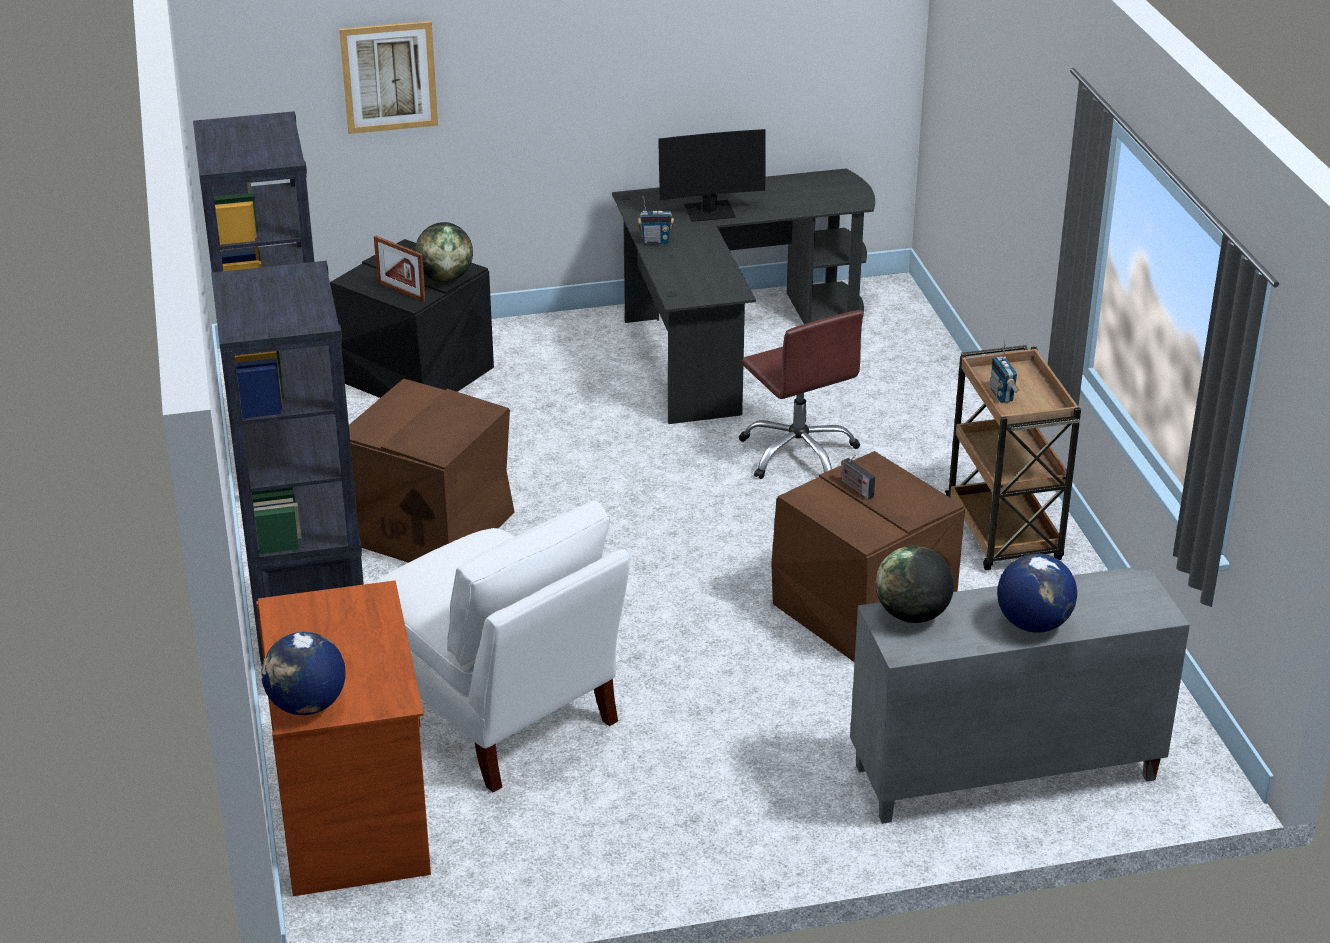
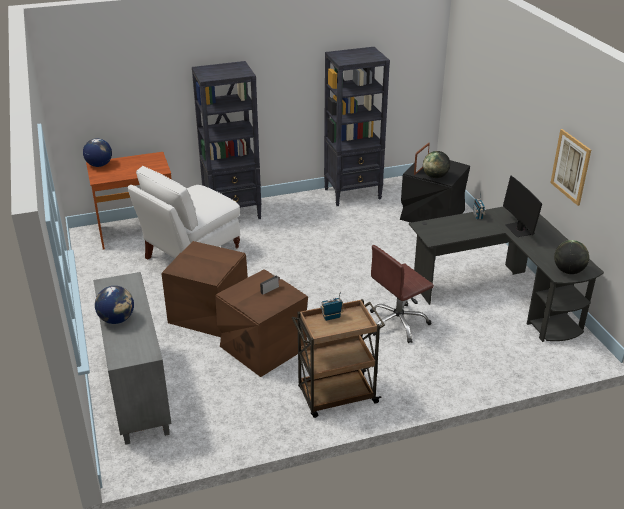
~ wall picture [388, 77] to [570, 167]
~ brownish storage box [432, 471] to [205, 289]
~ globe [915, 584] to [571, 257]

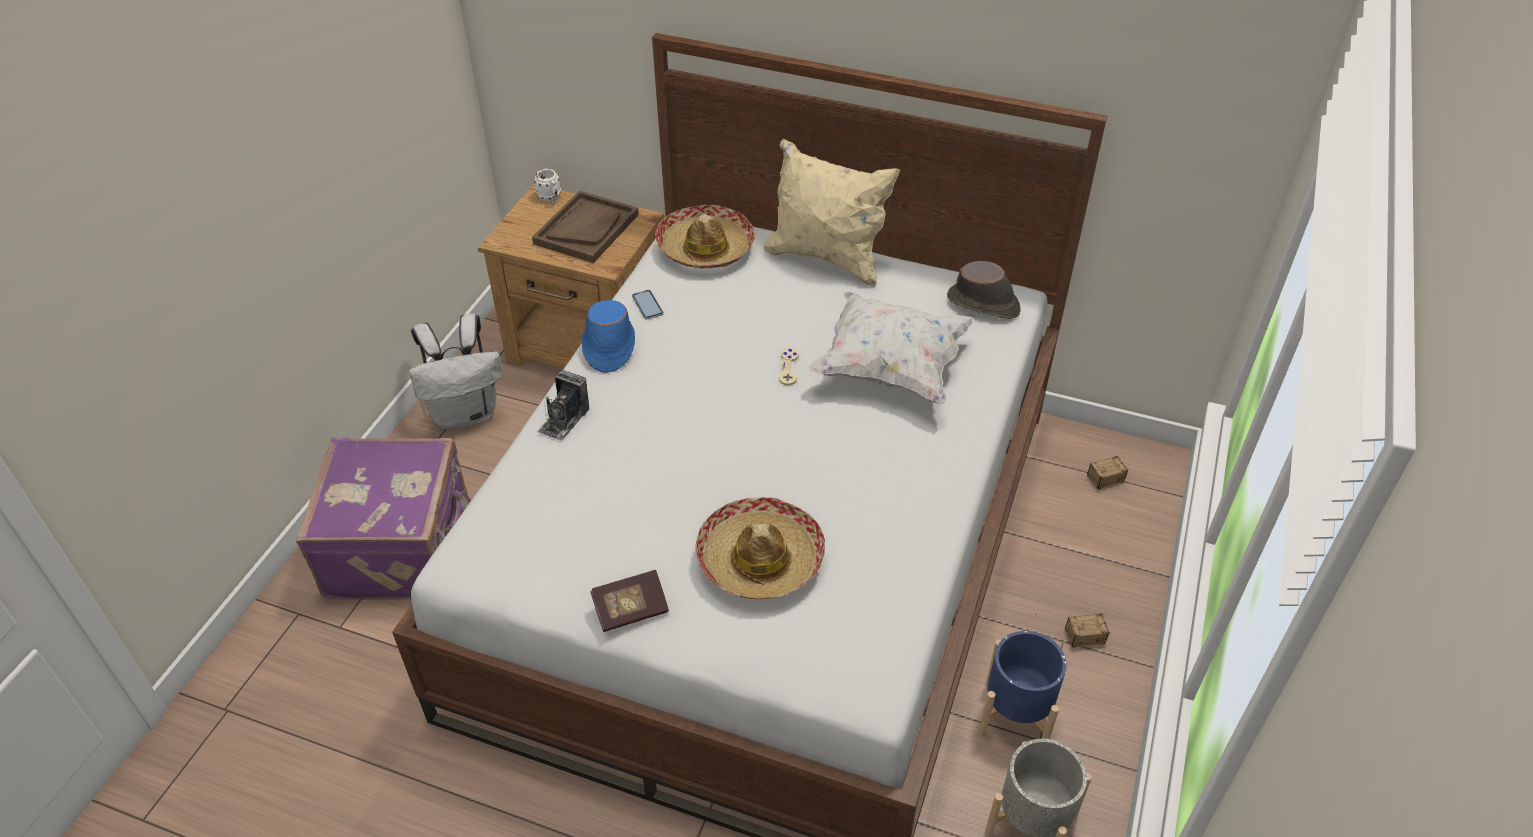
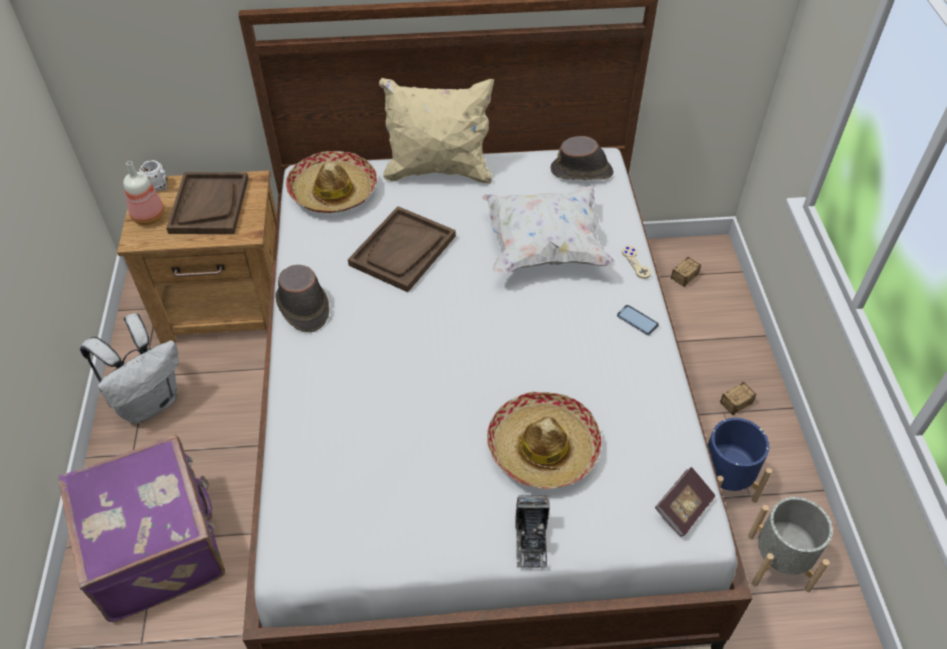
~ still camera [563, 405] to [532, 531]
~ blue hat [608, 336] to brownish hat [302, 298]
~ bound book [629, 601] to [685, 502]
~ handset [648, 304] to [638, 320]
~ beige-coloured joypad [789, 366] to [637, 262]
+ drink bottle [143, 193]
+ brownish tray [402, 249]

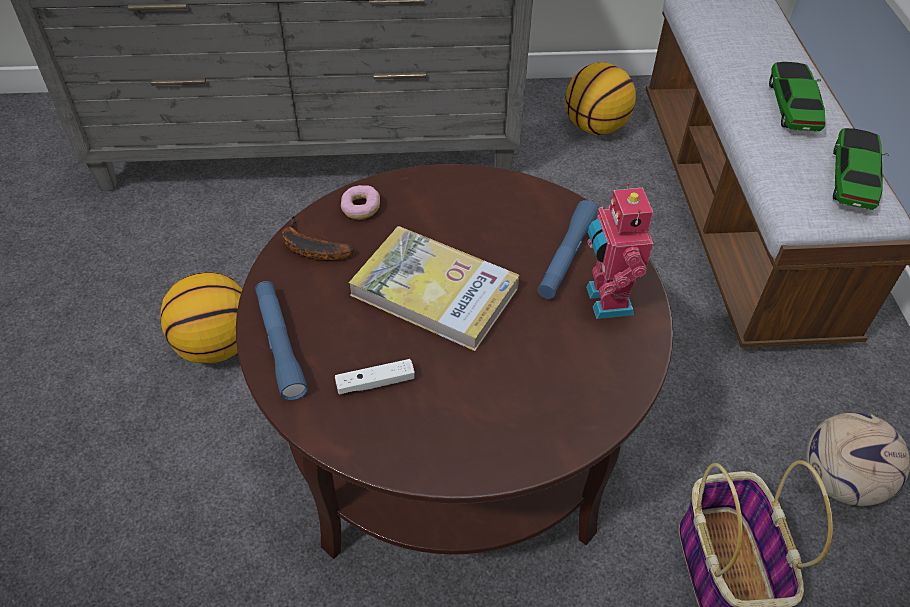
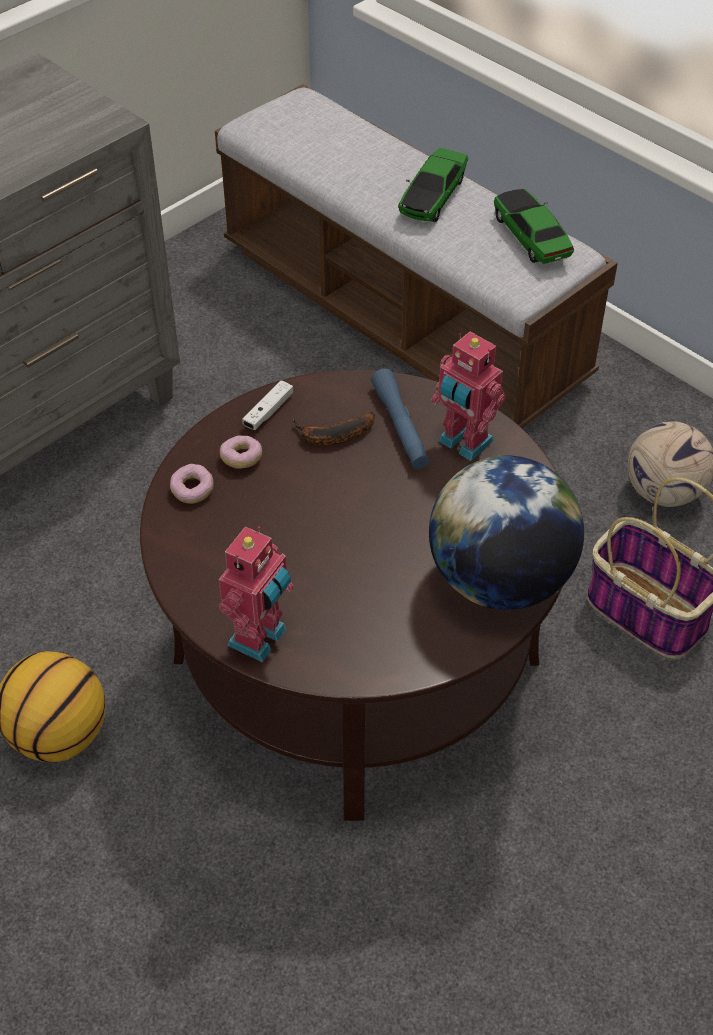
~ blue flashlight [281, 341] to toy robot [256, 594]
~ banana fruit [318, 238] to [334, 428]
~ whitish joypad [375, 377] to [267, 405]
- bound book [434, 288]
- ball for basketball [600, 99]
~ model car [797, 97] = [433, 185] 120 degrees counterclockwise
+ doughnut [241, 452]
+ globe [506, 532]

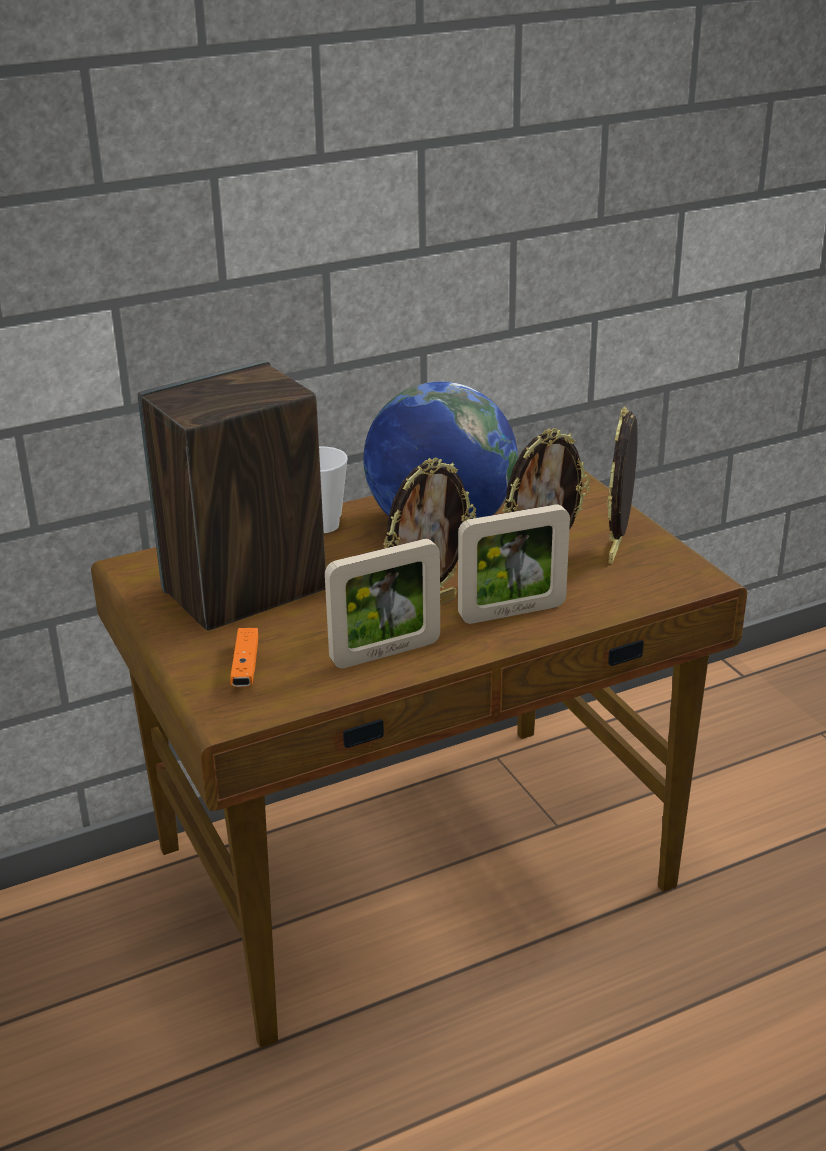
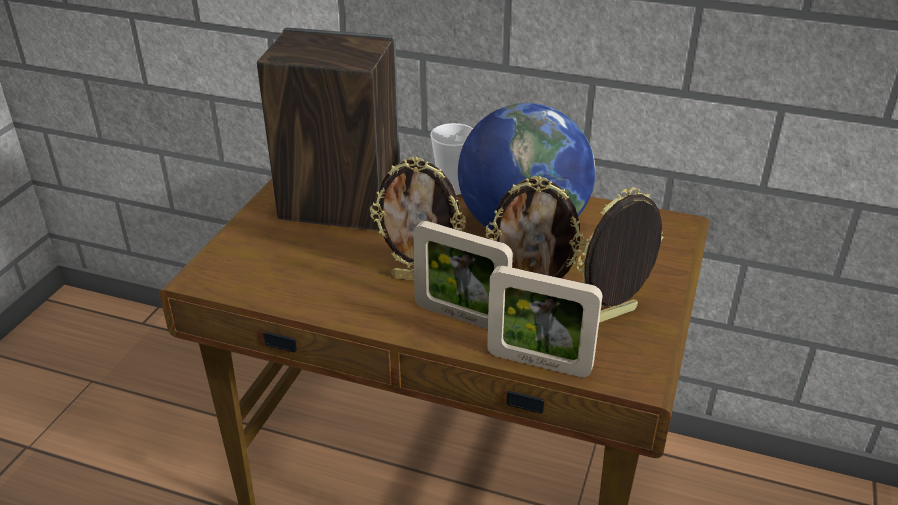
- orange joypad [244, 657]
~ standing frame [382, 603] to [544, 322]

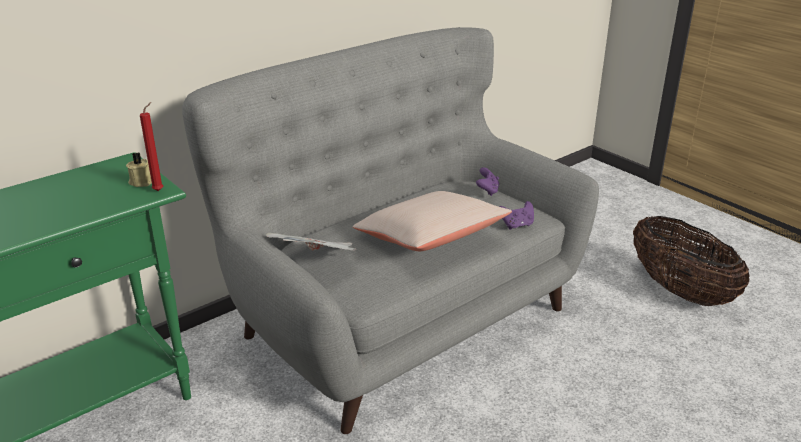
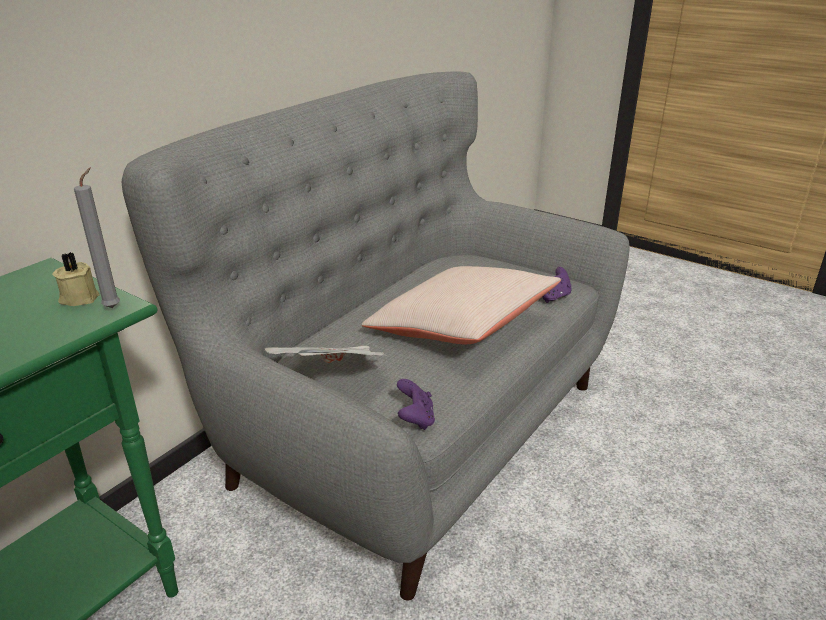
~ red-coloured wax candle [151, 146] to greyish wax candle [97, 238]
~ purplish joypad [487, 181] to [416, 404]
- household basket [691, 261]

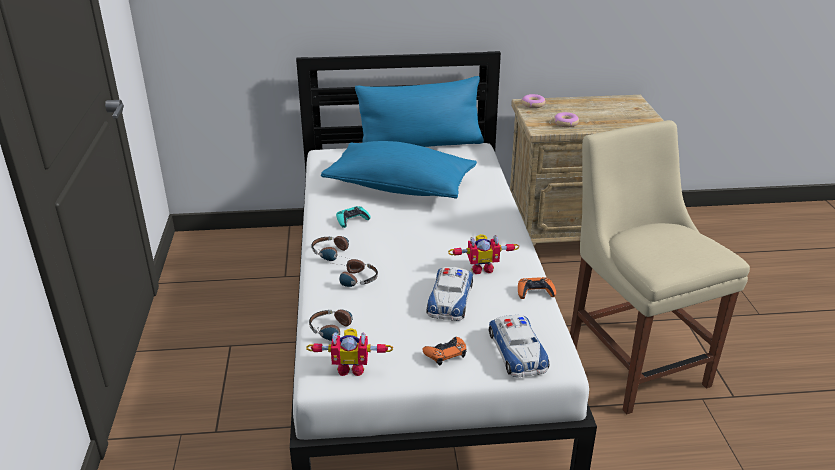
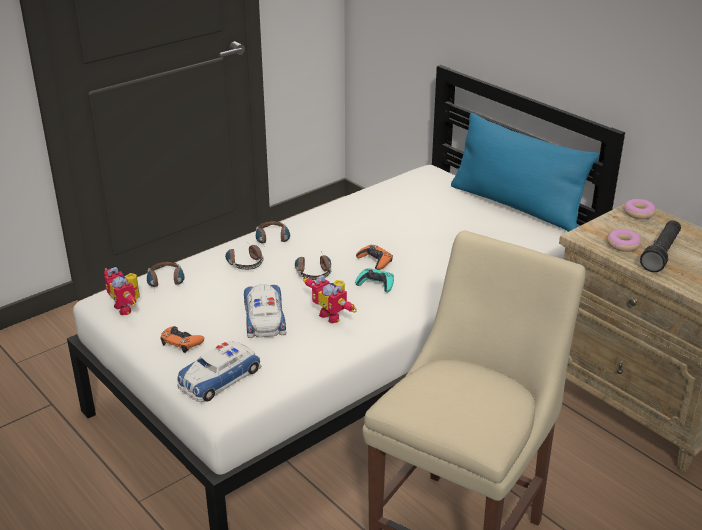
- blue pillow [399, 170]
~ turquoise-coloured joypad [353, 217] to [374, 280]
~ model car [450, 294] = [265, 311] 105 degrees clockwise
~ orange joypad [537, 288] to [374, 257]
+ headset [313, 265]
+ blackish flashlight [660, 246]

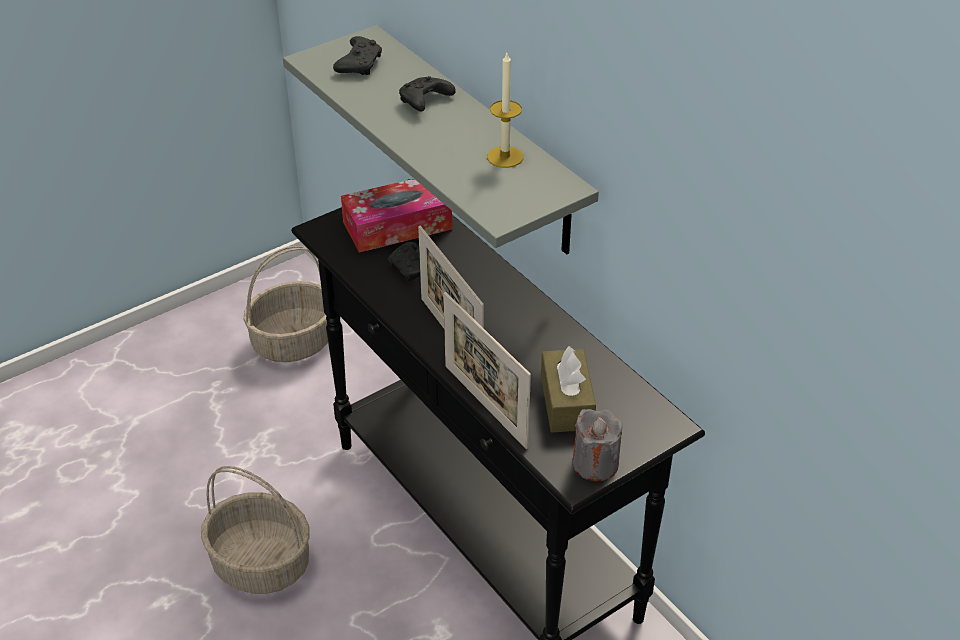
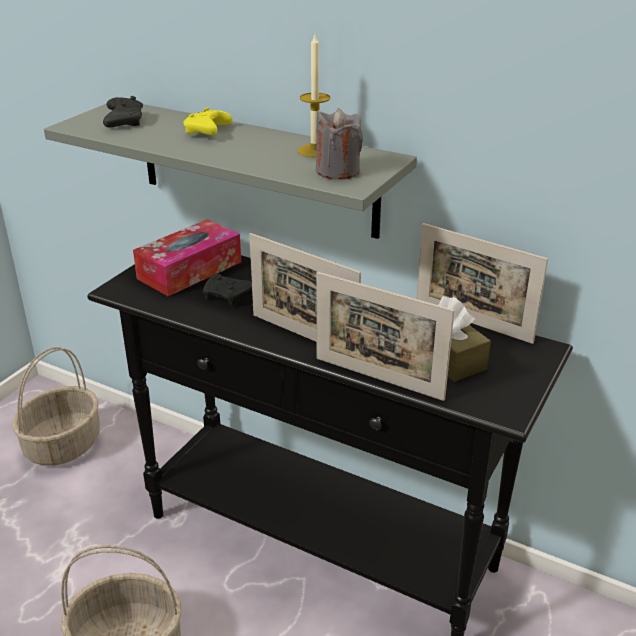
~ blackish joypad [427, 94] to yellowish joypad [208, 121]
~ greyish wax candle [597, 445] to [339, 144]
+ standing frame [482, 283]

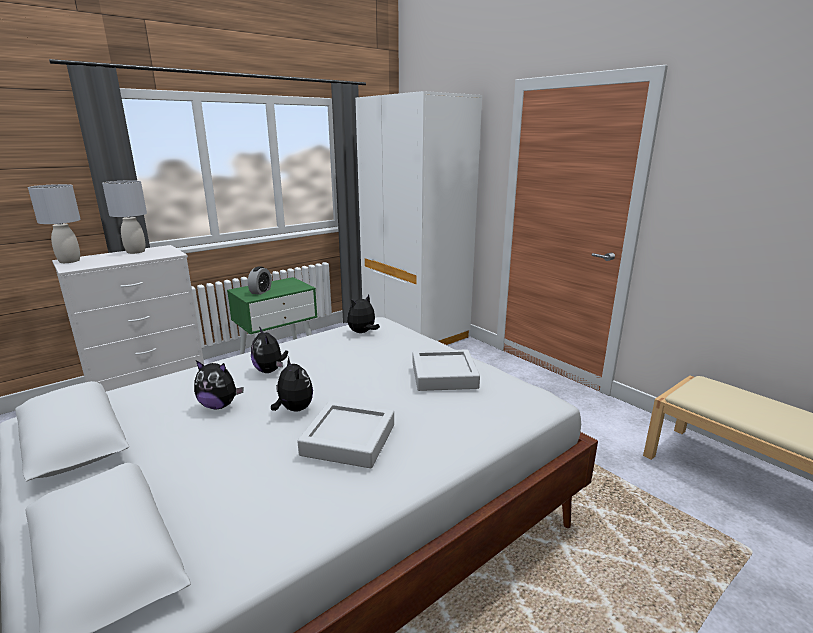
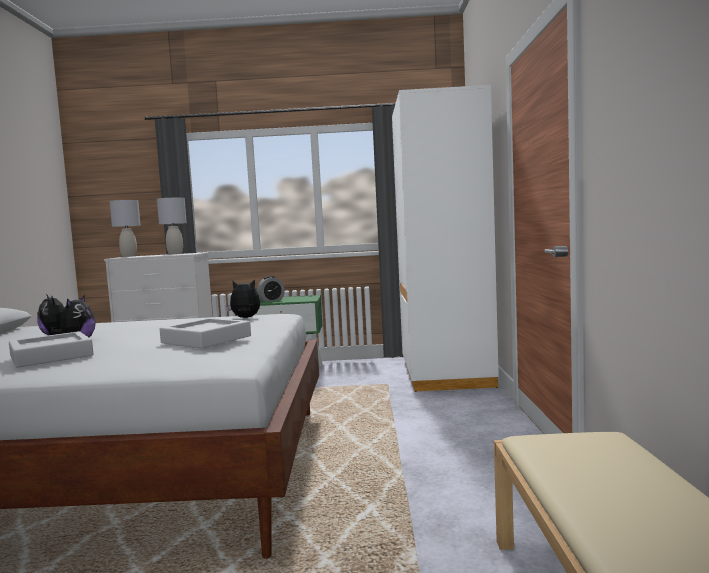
- soft toy [269, 349]

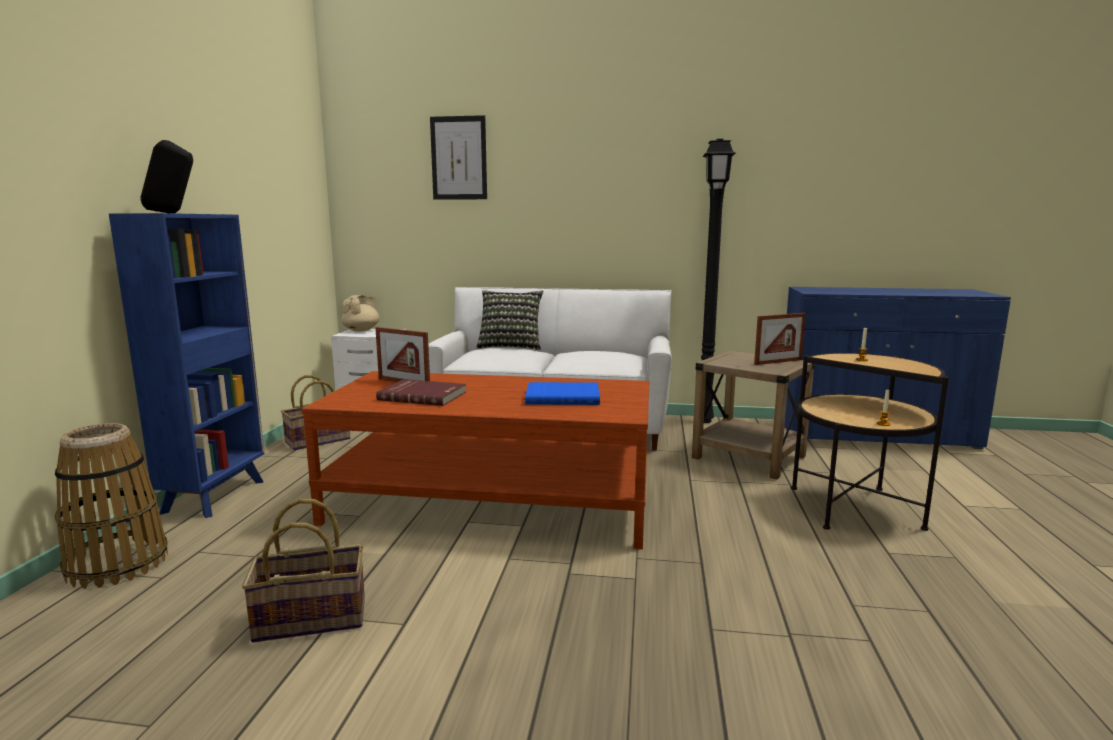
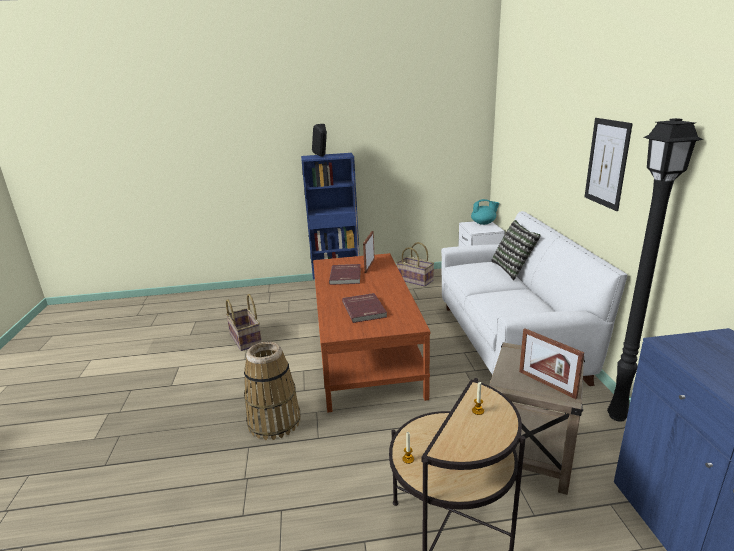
~ household basket [111, 506] to [272, 391]
~ beige-coloured teapot [360, 313] to turquoise-coloured teapot [485, 212]
~ wall picture [458, 157] to [609, 164]
~ blue bound book [562, 393] to red-coloured bound book [364, 308]

